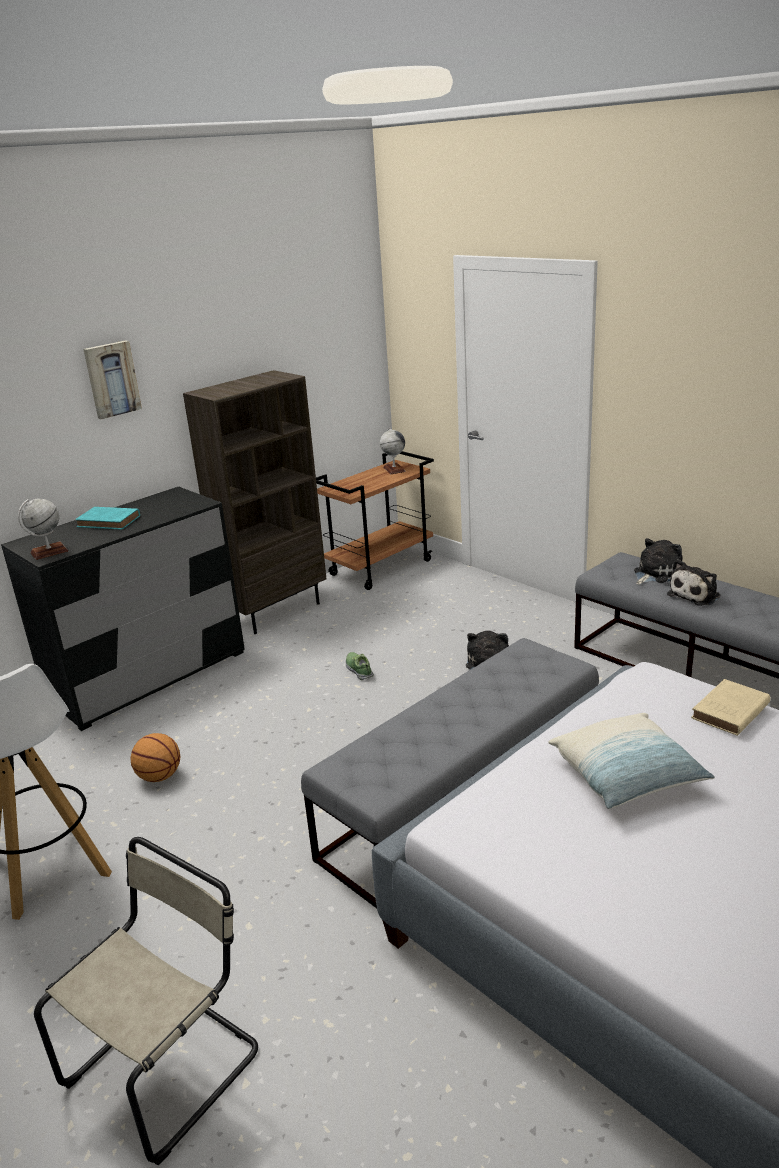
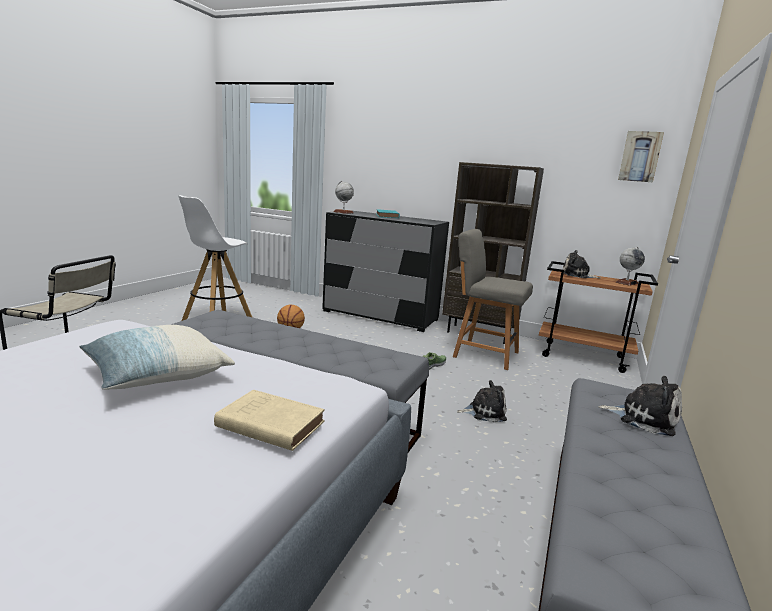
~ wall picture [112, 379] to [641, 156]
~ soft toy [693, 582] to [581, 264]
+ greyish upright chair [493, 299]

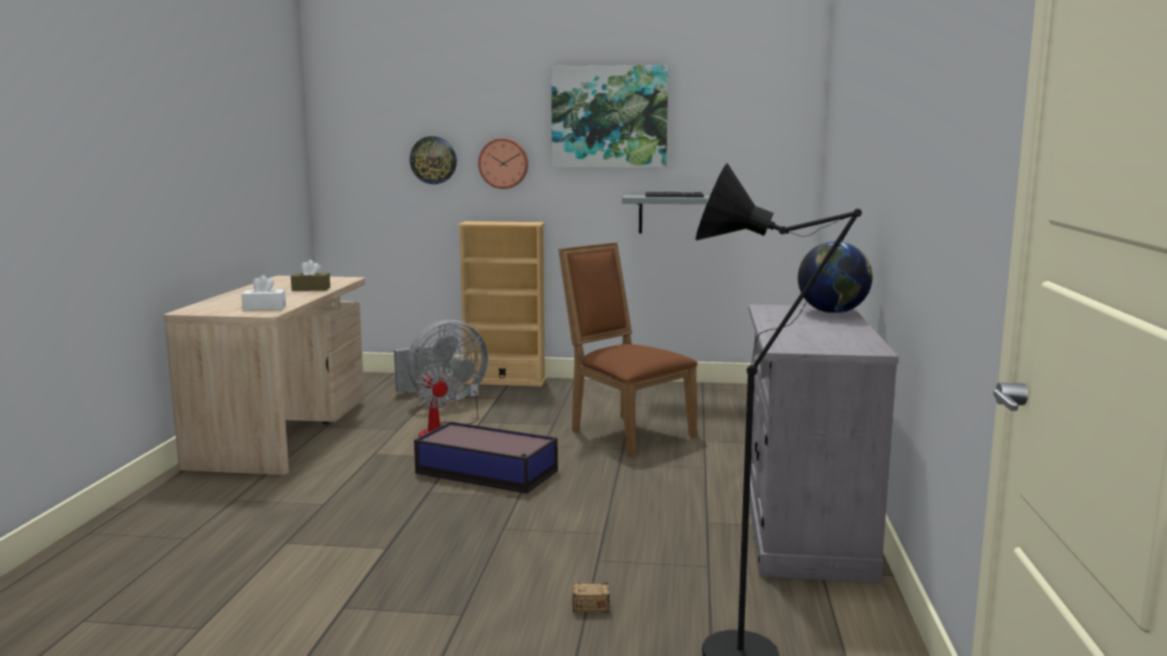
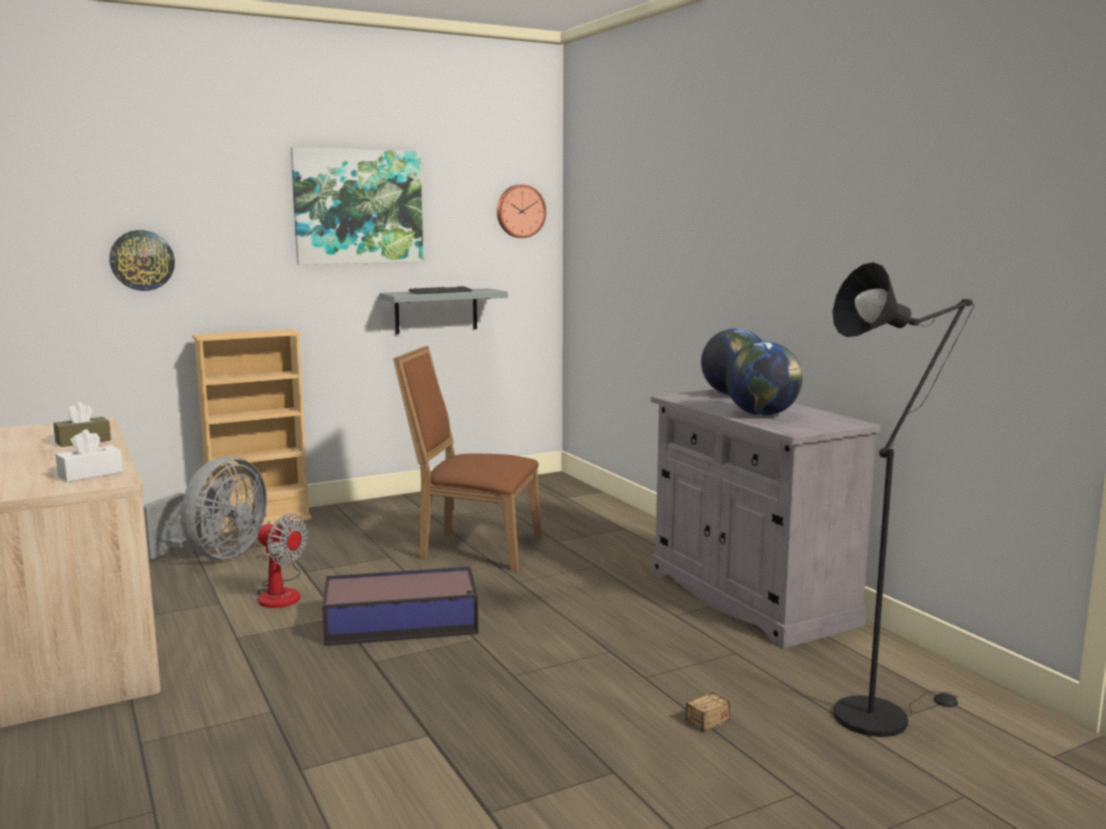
~ wall clock [503, 163] to [521, 211]
+ globe [764, 378]

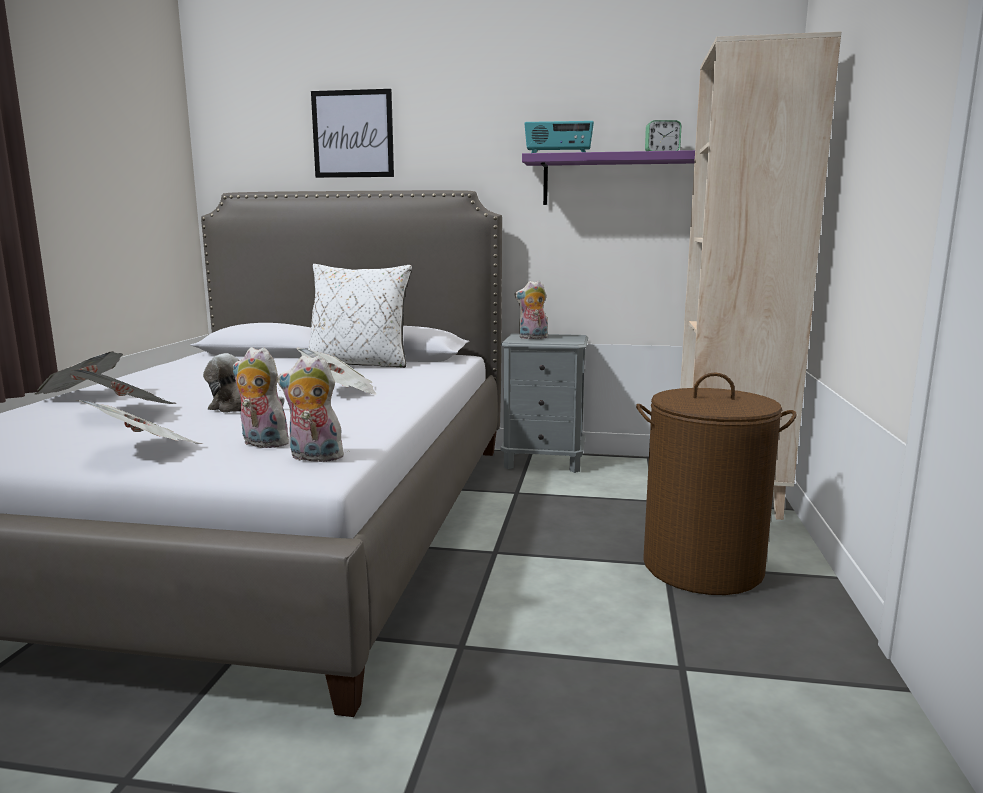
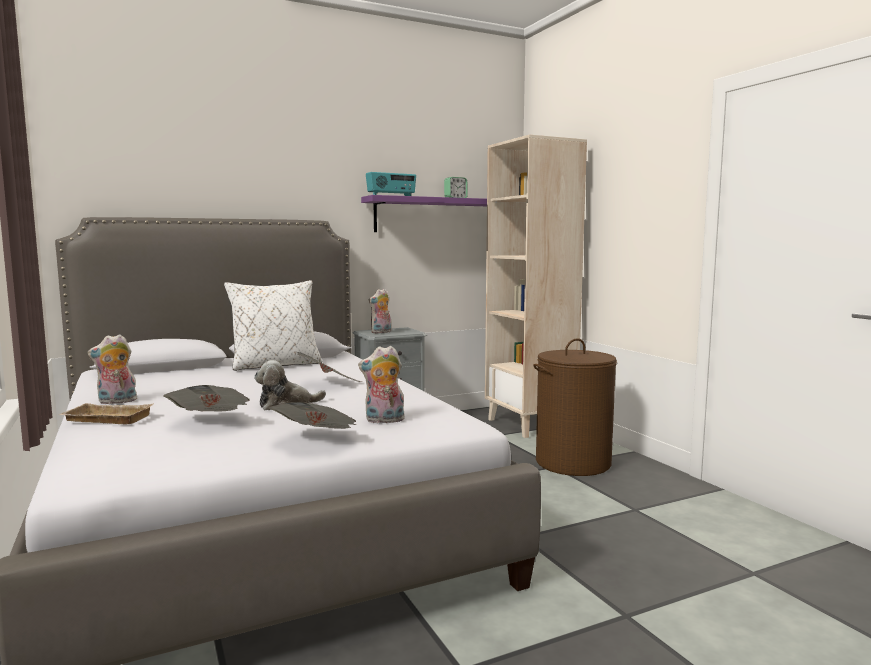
~ daily paper [79, 373] to beige-coloured tray [106, 413]
~ soft toy [311, 408] to [112, 369]
- wall picture [352, 133]

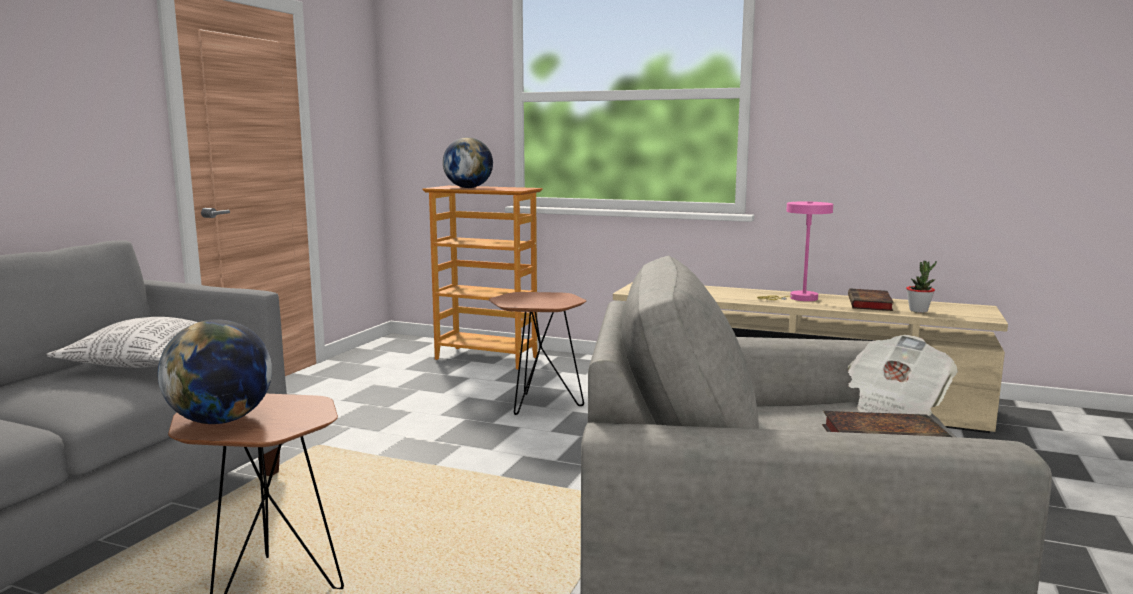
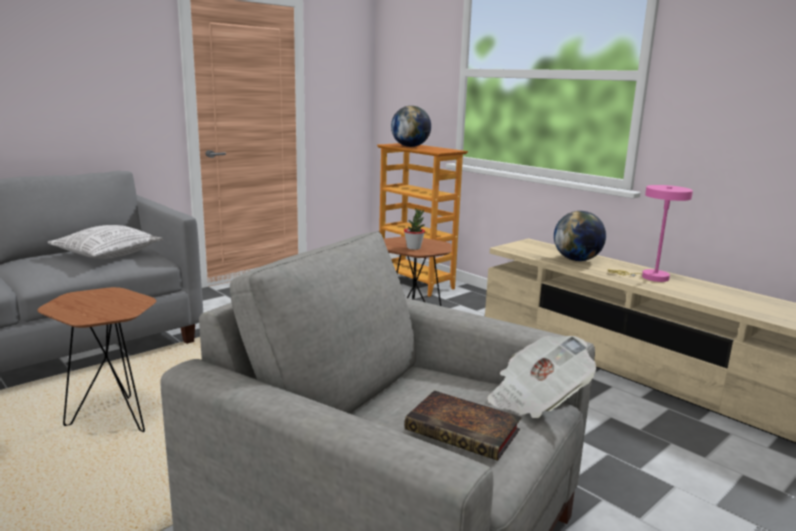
~ globe [215, 371] to [580, 236]
- bound book [871, 300]
~ potted plant [921, 287] to [414, 229]

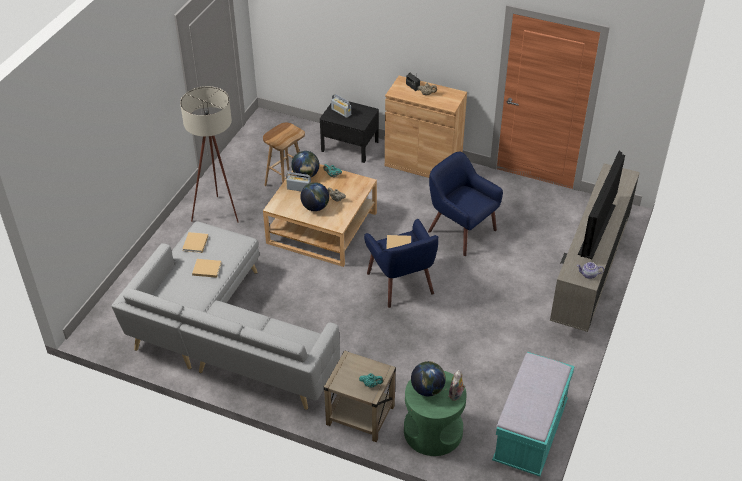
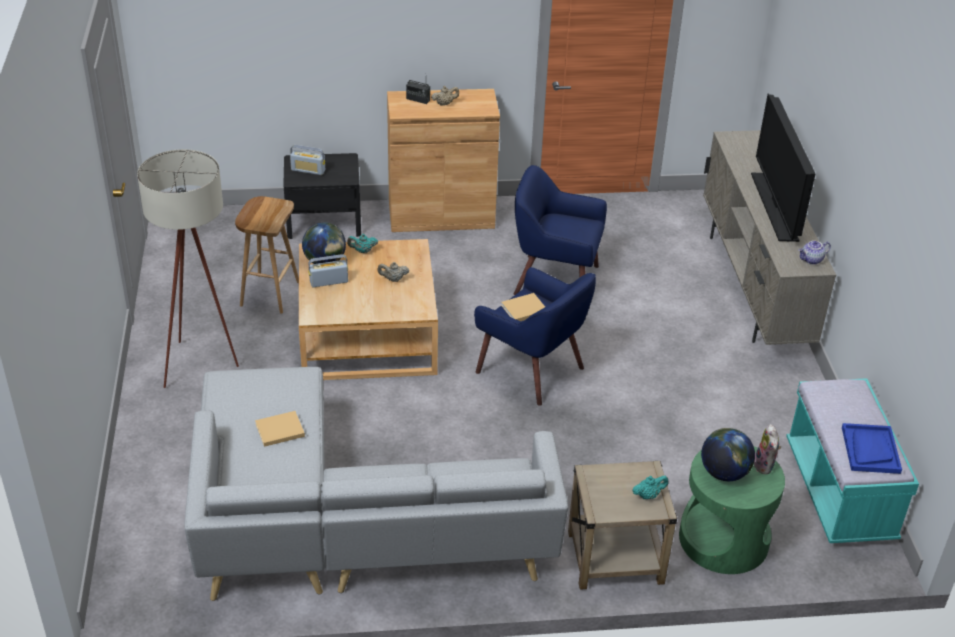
- beige-coloured bound book [195, 242]
- globe [314, 196]
+ blue tray [872, 448]

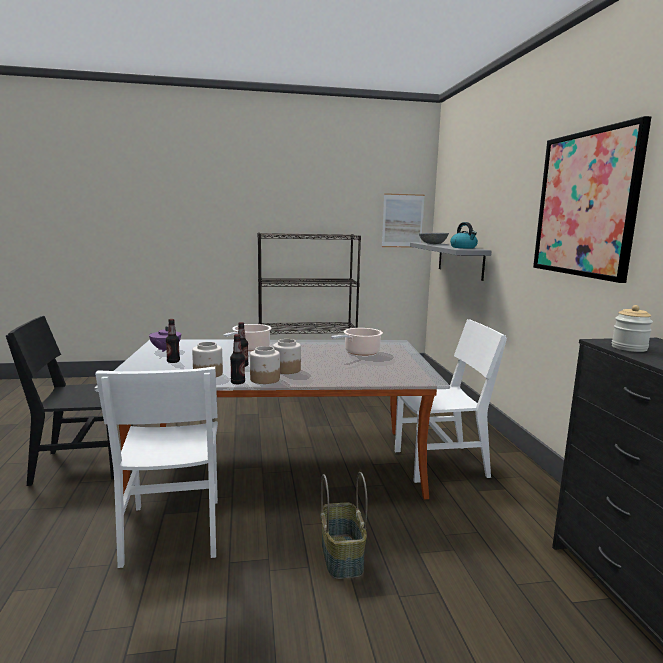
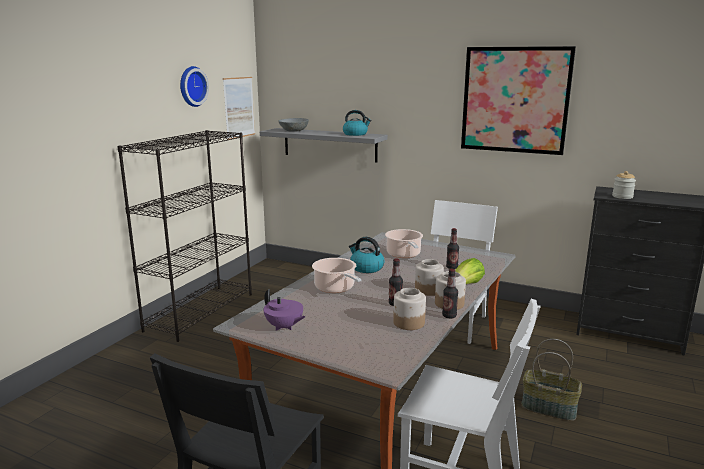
~ drink bottle [173, 341] to [452, 248]
+ wall clock [194, 86]
+ kettle [367, 255]
+ lettuce [470, 271]

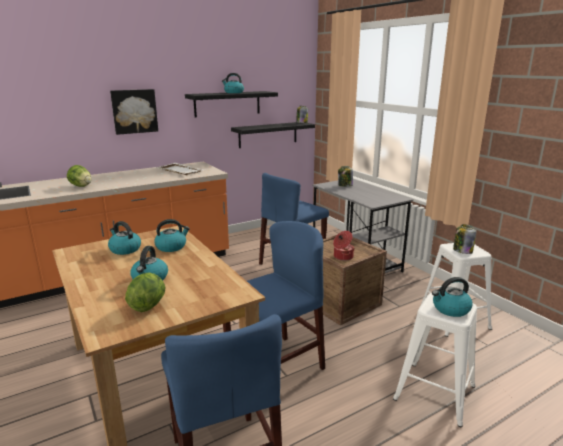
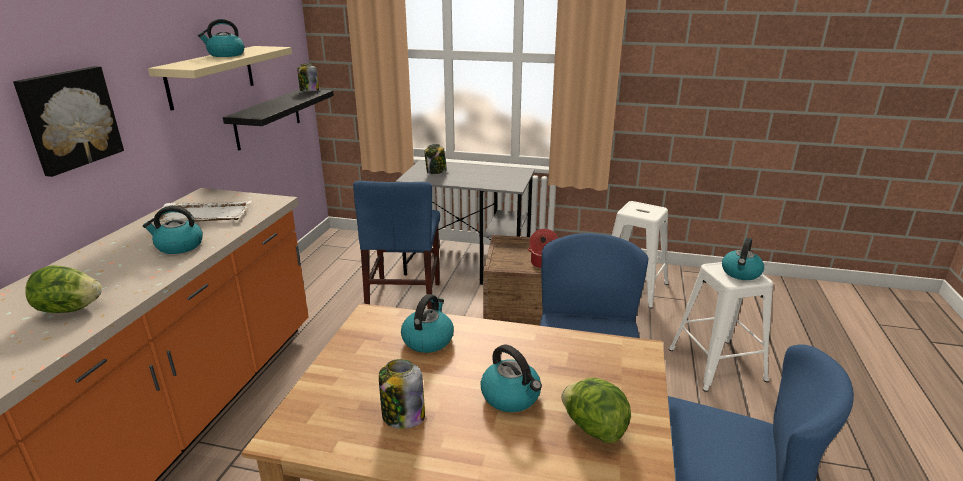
~ kettle [124, 238] to [173, 230]
~ blackish shelf [231, 104] to beige-coloured shelf [220, 78]
~ storage jar [464, 239] to [402, 394]

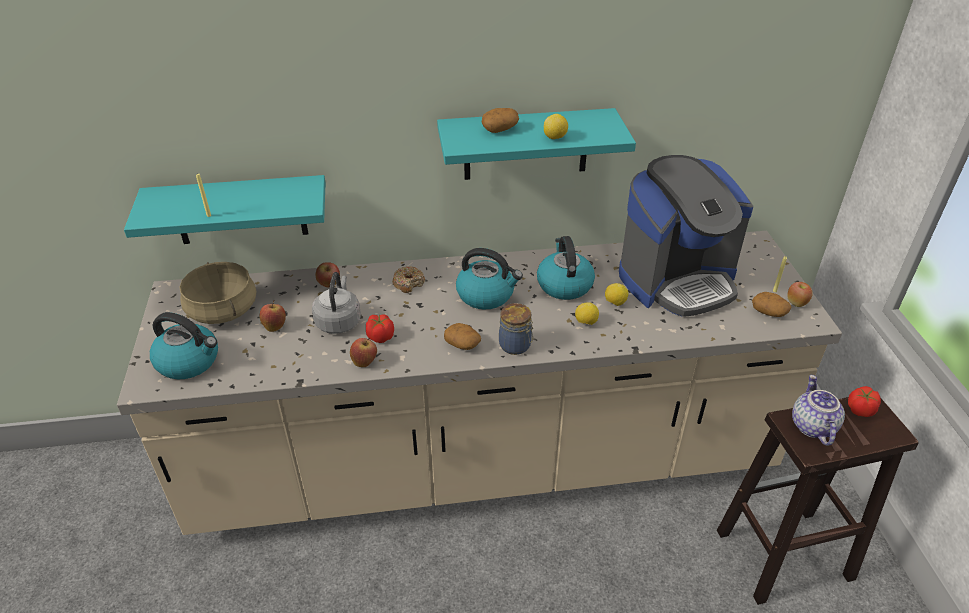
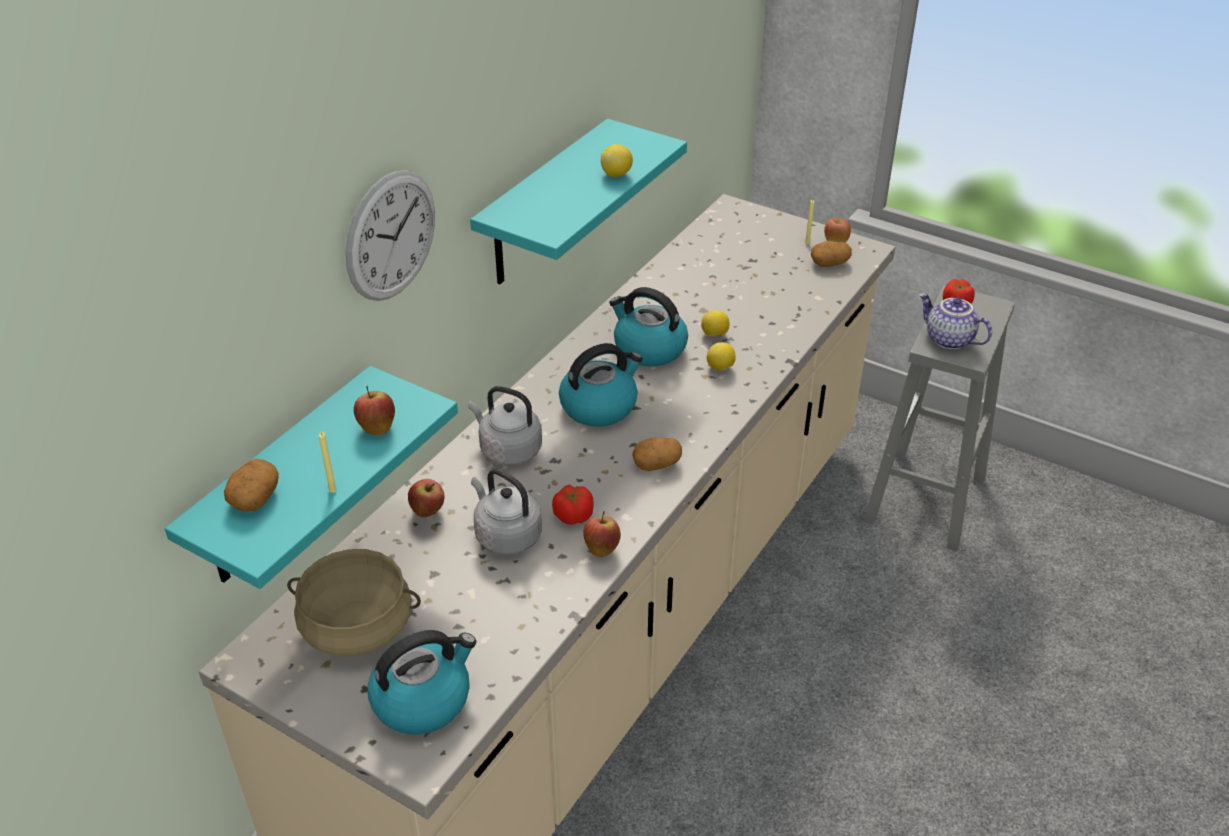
~ whole apple [272, 316] to [374, 410]
~ doughnut [408, 279] to greyish kettle [505, 425]
~ potato [500, 120] to [251, 485]
- storage jar [516, 329]
- coffee brewer [686, 236]
~ brownish stool seat [818, 501] to greyish stool seat [939, 418]
+ wall clock [390, 235]

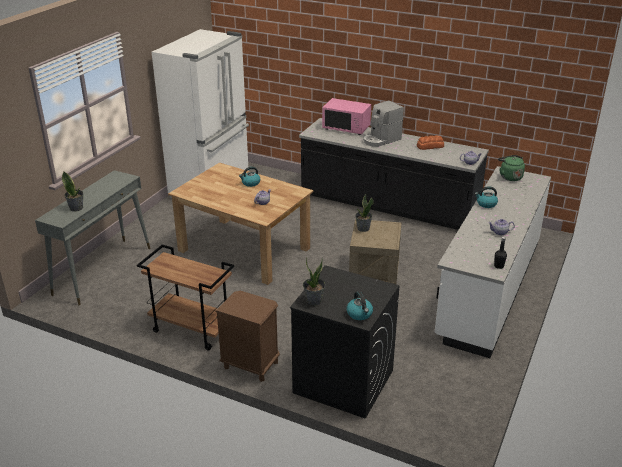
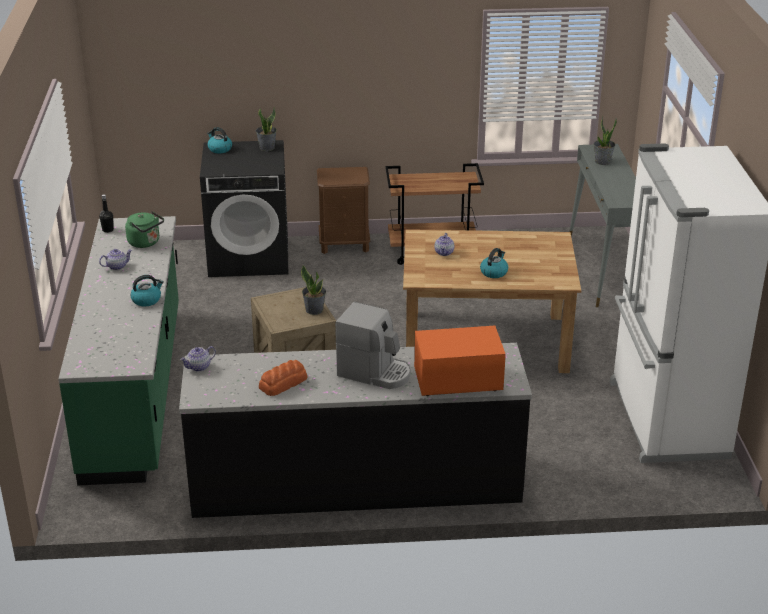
~ pink-coloured microwave [346, 116] to orange microwave [460, 361]
~ coffee brewer [383, 124] = [373, 345] 90 degrees clockwise
~ whitish kitchen counter [492, 262] to greenish kitchen counter [118, 350]
~ greenish kettle [511, 168] to [144, 229]

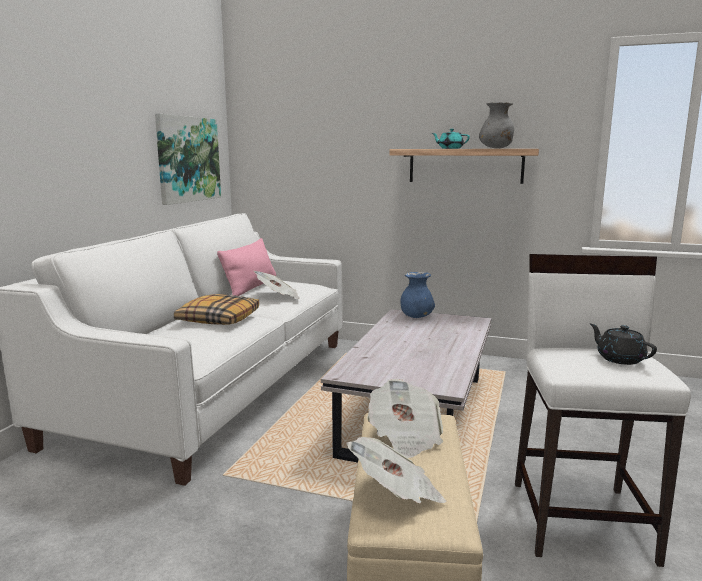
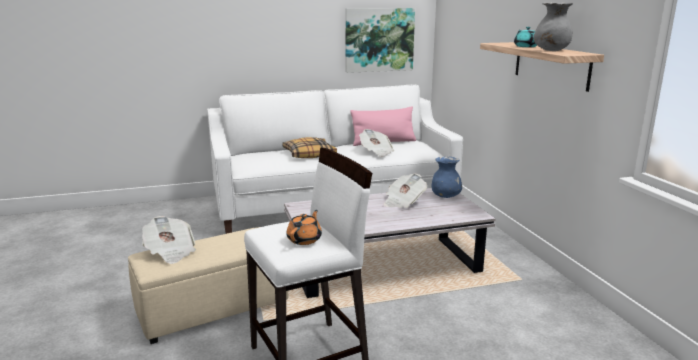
~ daily paper [405, 418] to [405, 191]
~ blackish teapot [623, 344] to orange teapot [304, 227]

